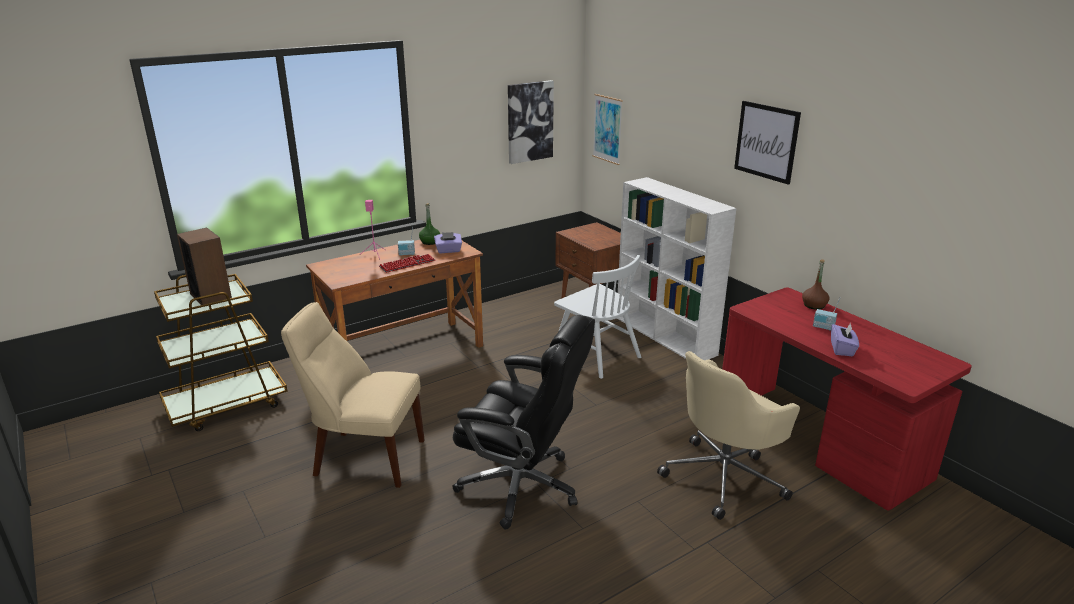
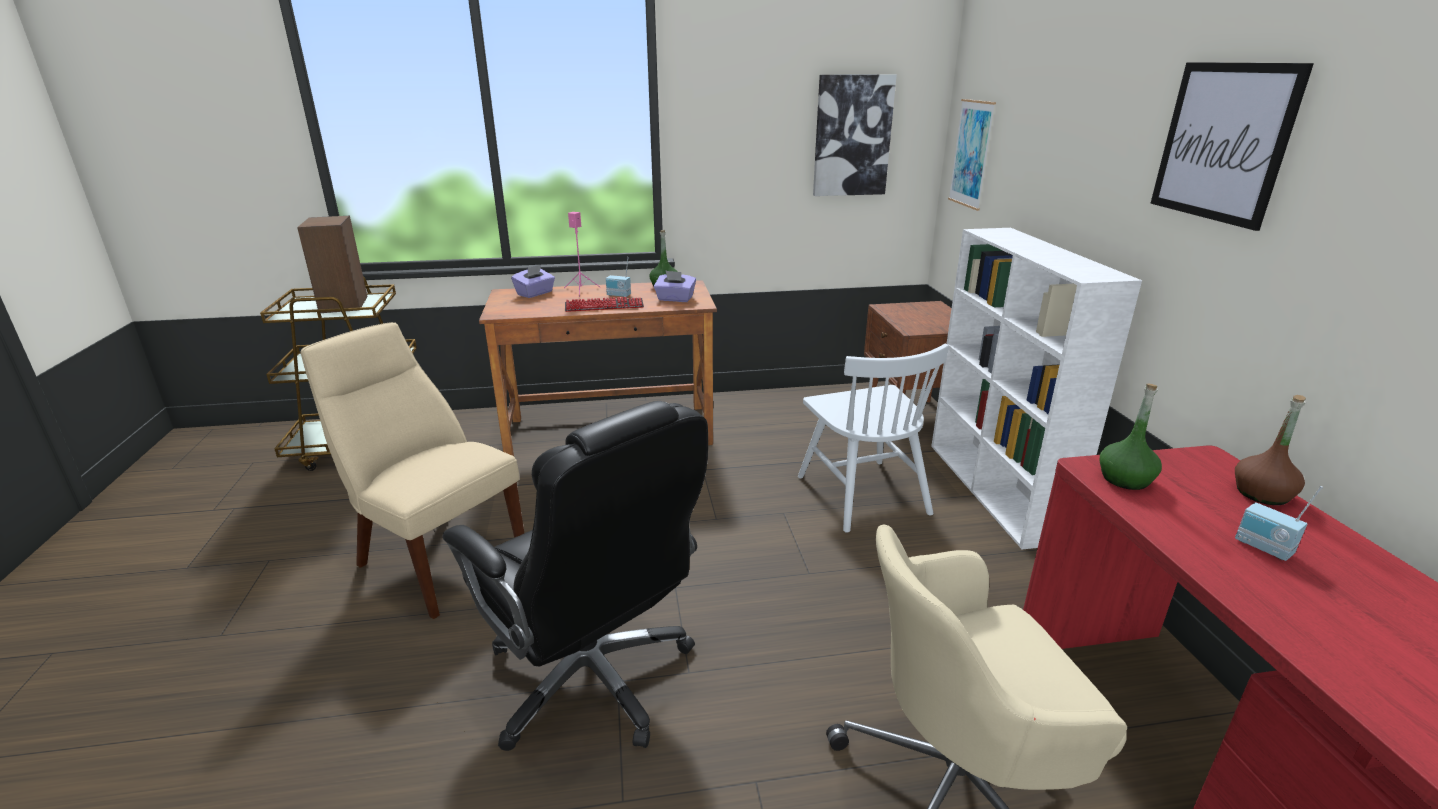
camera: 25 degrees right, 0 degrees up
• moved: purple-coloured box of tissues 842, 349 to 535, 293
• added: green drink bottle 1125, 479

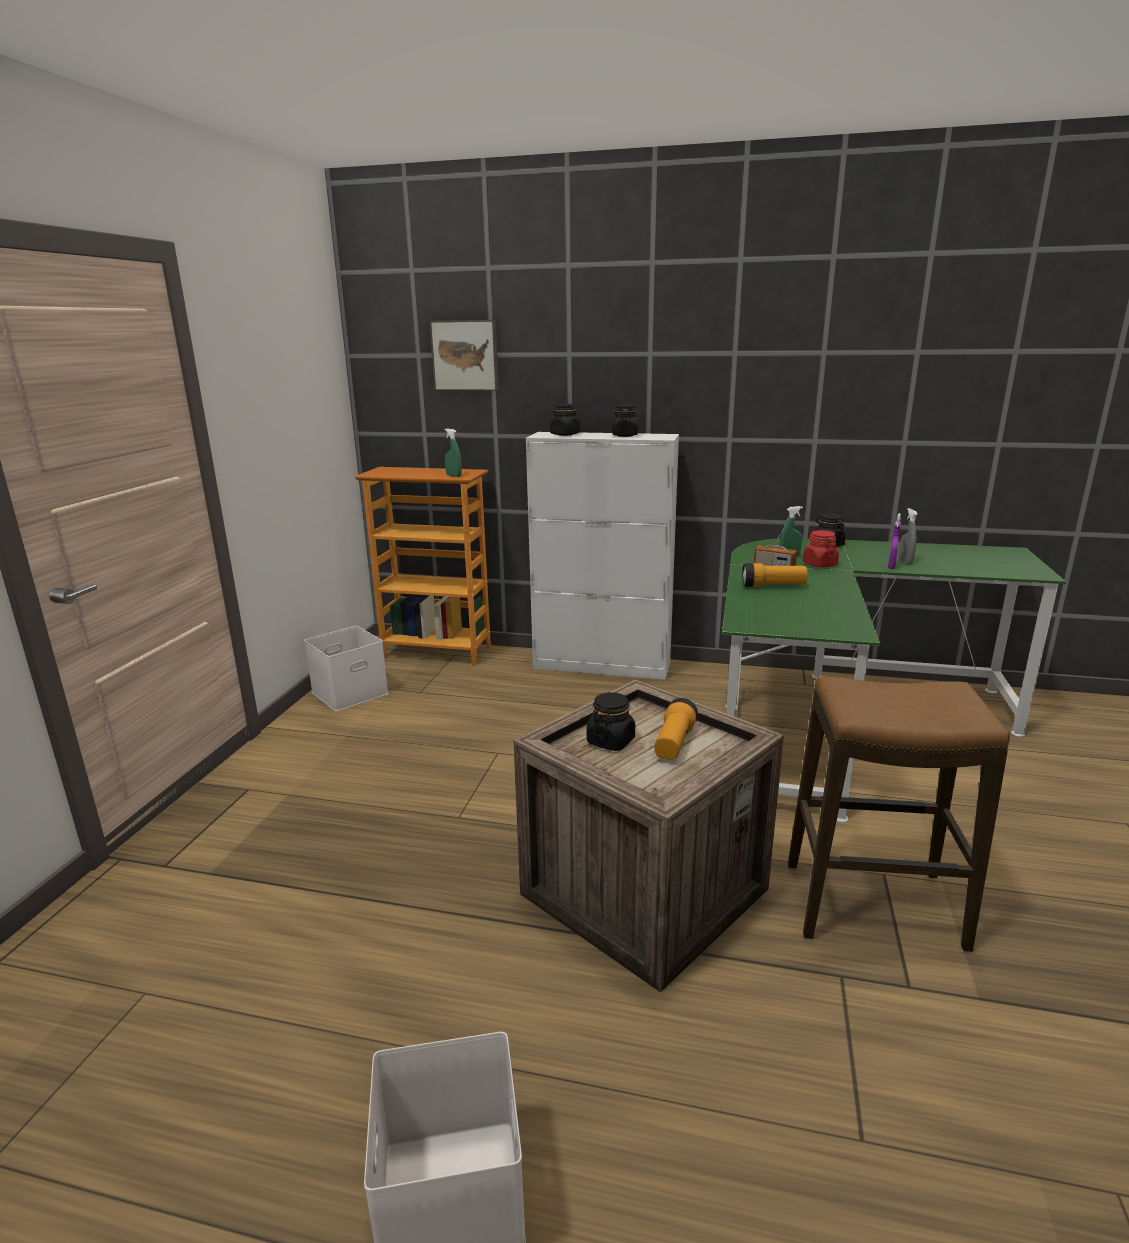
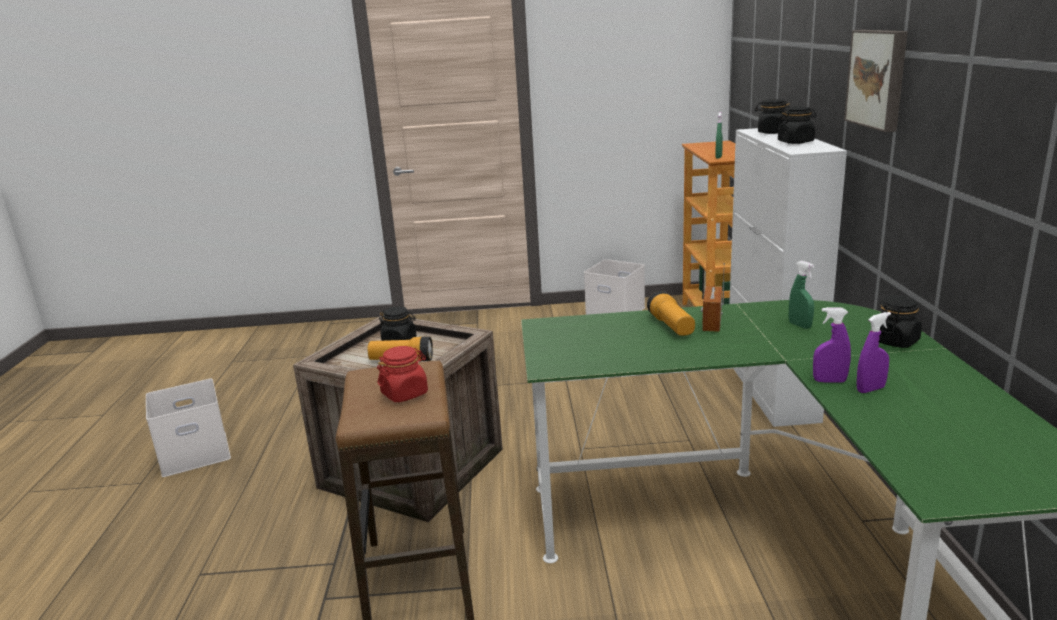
camera: 75 degrees right, 0 degrees up
• moved: picture 466, 355 to 879, 78
• moved: red-coloured storage jar 819, 564 to 405, 393
• recoloured: greyish hand sprayer 905, 562 to purple-coloured hand sprayer 870, 389

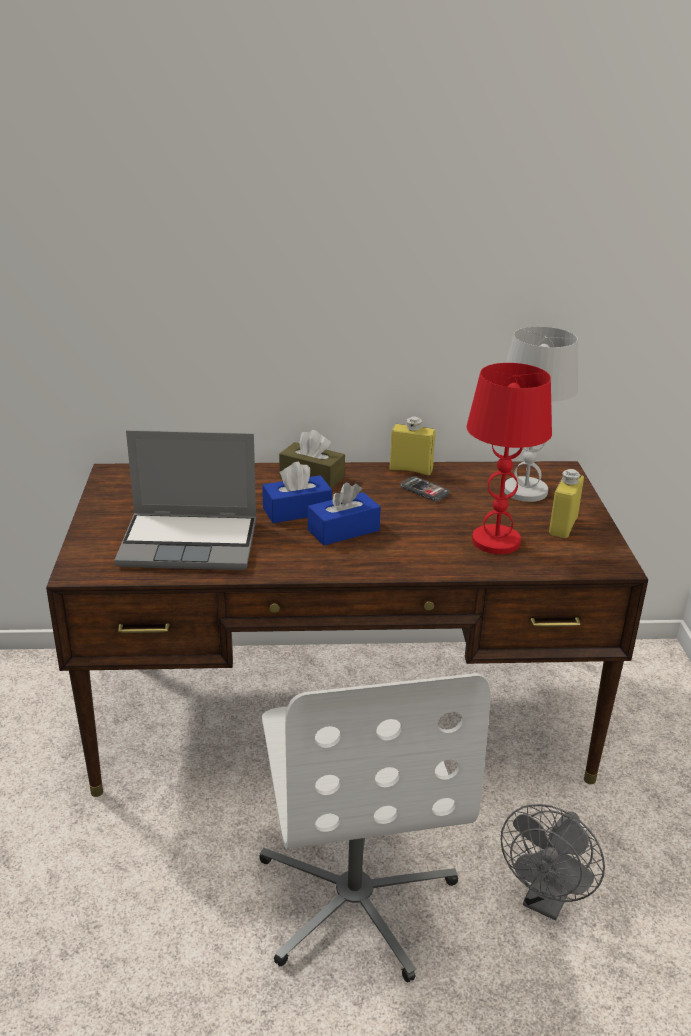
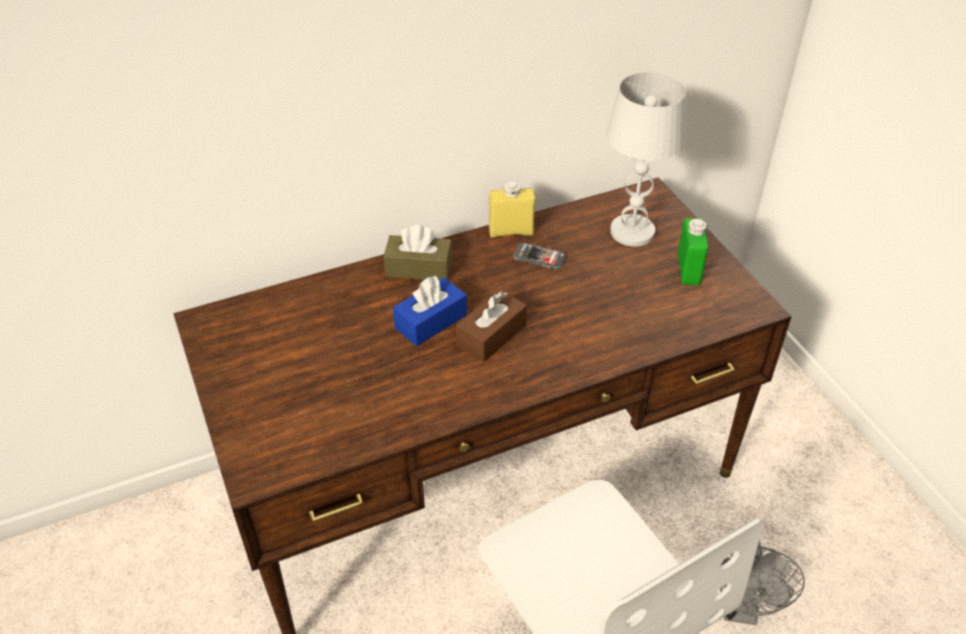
camera: 20 degrees left, 15 degrees up
• removed: notebook computer 191, 543
• recoloured: blue-coloured box of tissues 343, 530 to brown-coloured box of tissues 491, 335
• removed: red-coloured tabletop lamp 495, 541
• recoloured: yellowish drink bottle 563, 526 to green drink bottle 688, 269

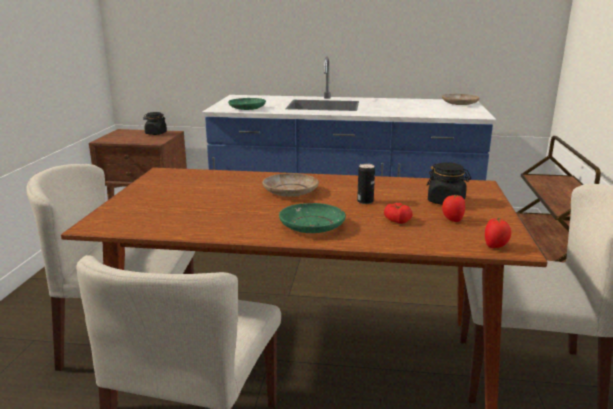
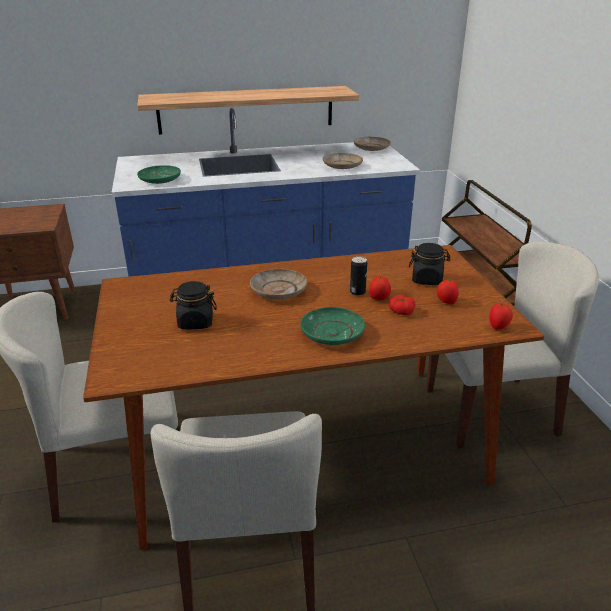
camera: 20 degrees left, 10 degrees up
• moved: black-coloured storage jar 156, 133 to 195, 322
• added: shelf 246, 110
• added: sand-coloured plate 342, 166
• added: tomato 379, 299

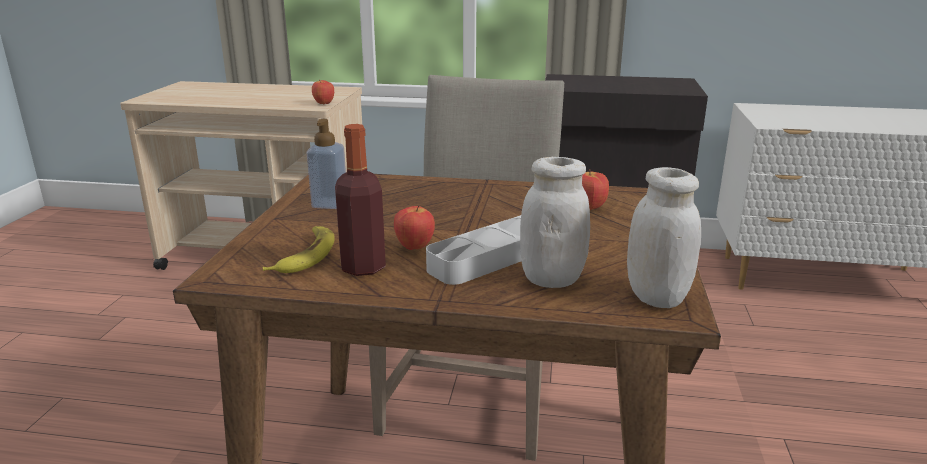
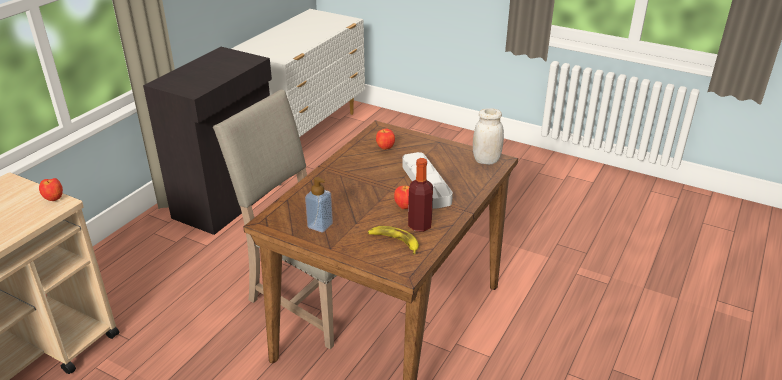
camera: 70 degrees left, 10 degrees up
• removed: white-coloured storage jar 552, 279

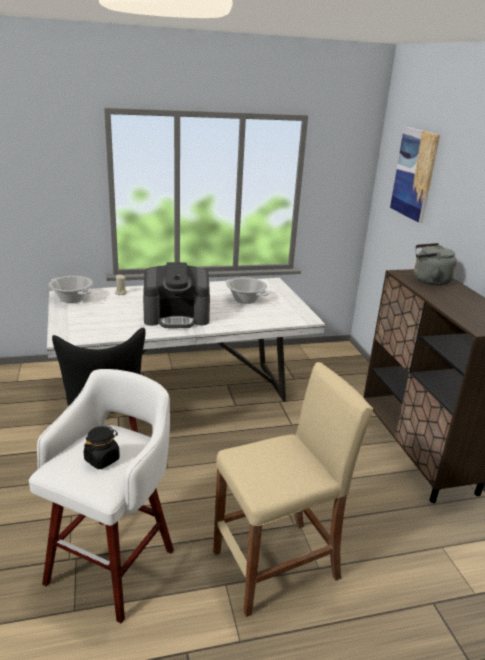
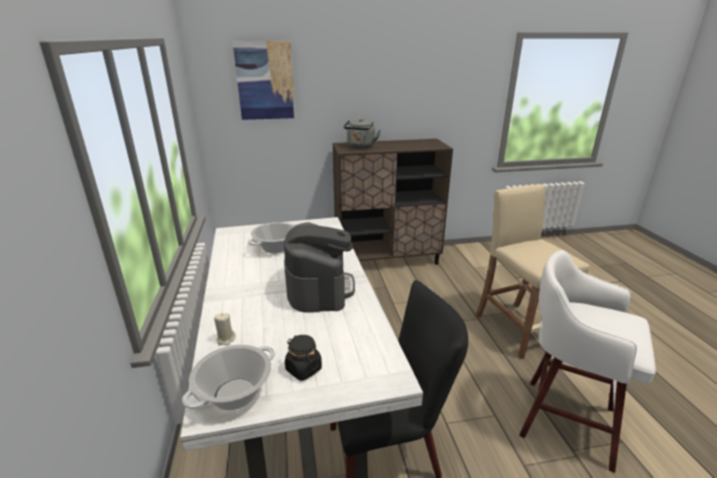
camera: 85 degrees left, 0 degrees up
• moved: black-coloured storage jar 102, 459 to 303, 369

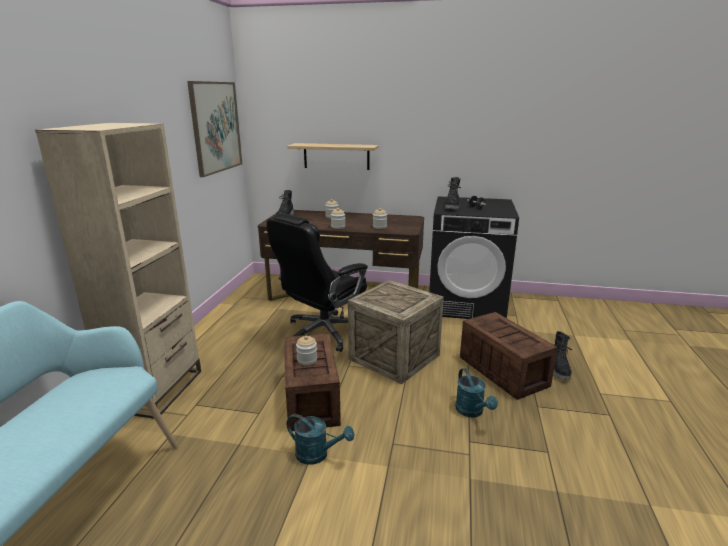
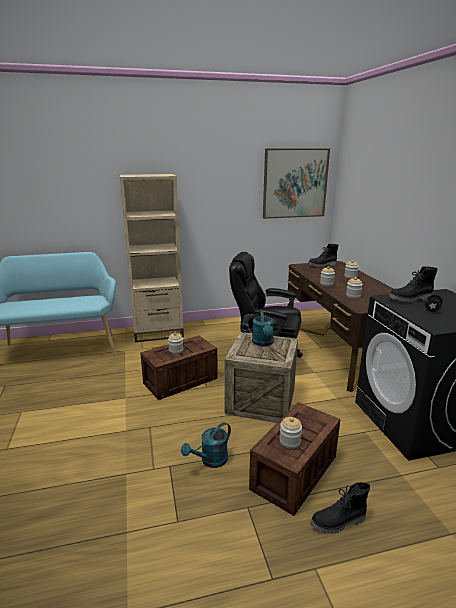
camera: 65 degrees right, 0 degrees up
• moved: turquoise sprinkling can 317, 454 to 263, 343
• removed: shelf 336, 156
• added: storage jar 290, 441

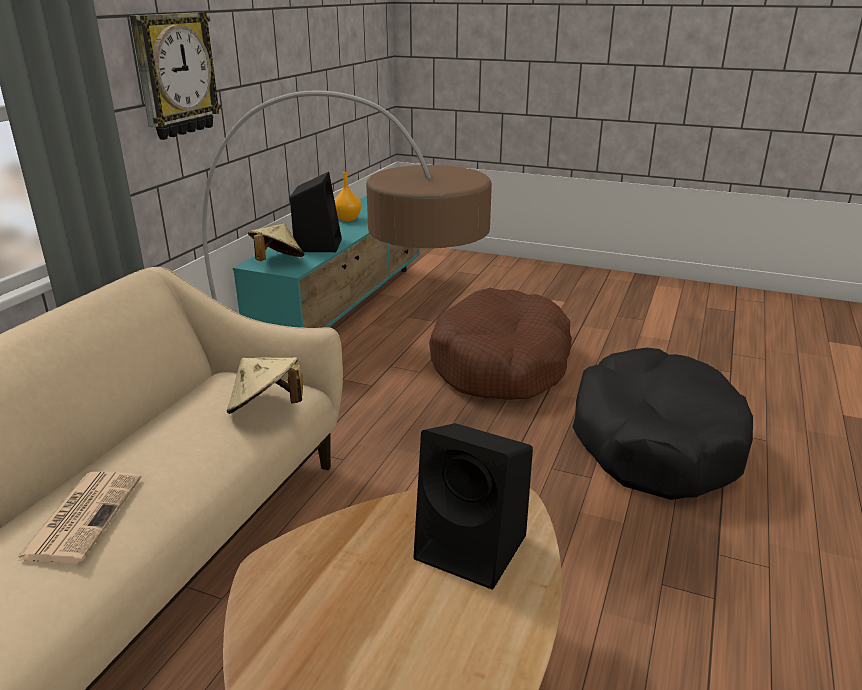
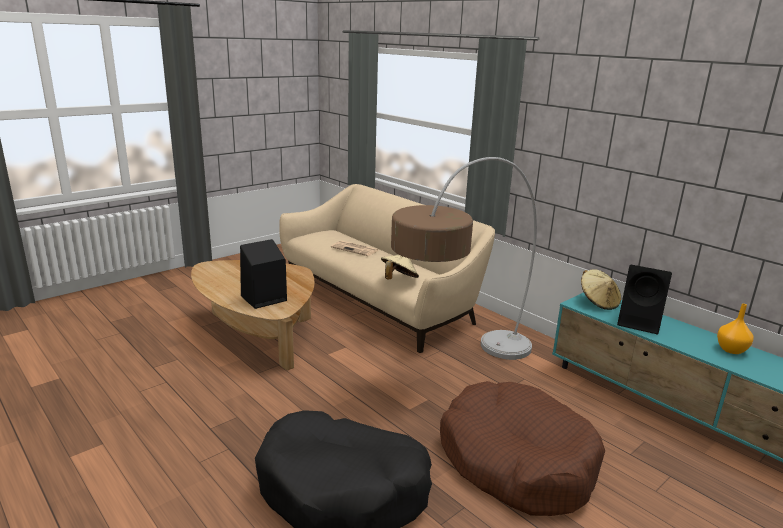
camera: 115 degrees right, 5 degrees down
• removed: wall clock 175, 75

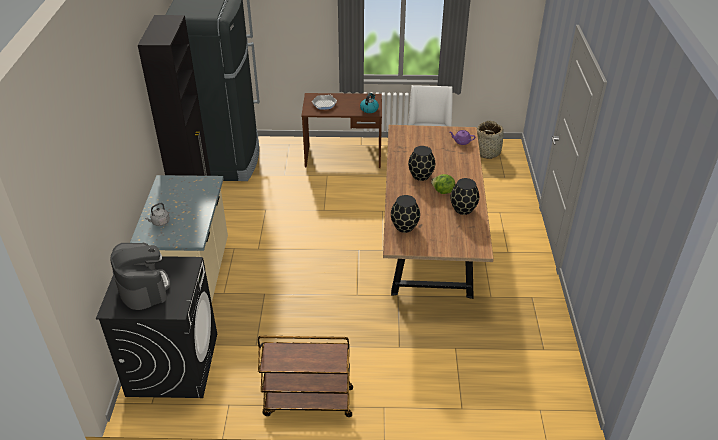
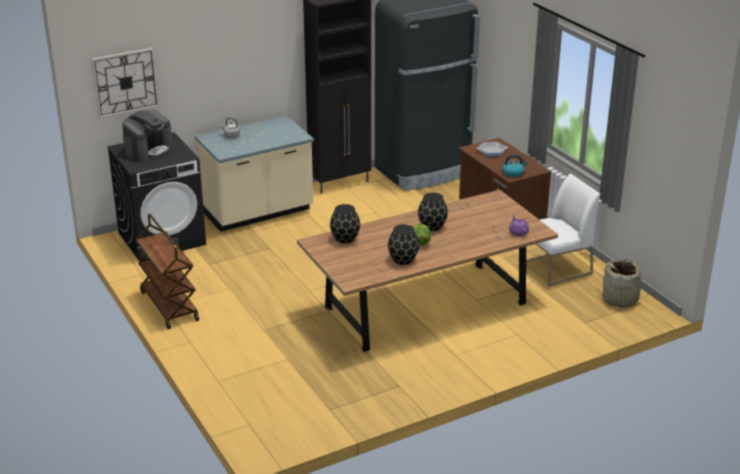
camera: 60 degrees right, 10 degrees down
• added: wall clock 125, 82

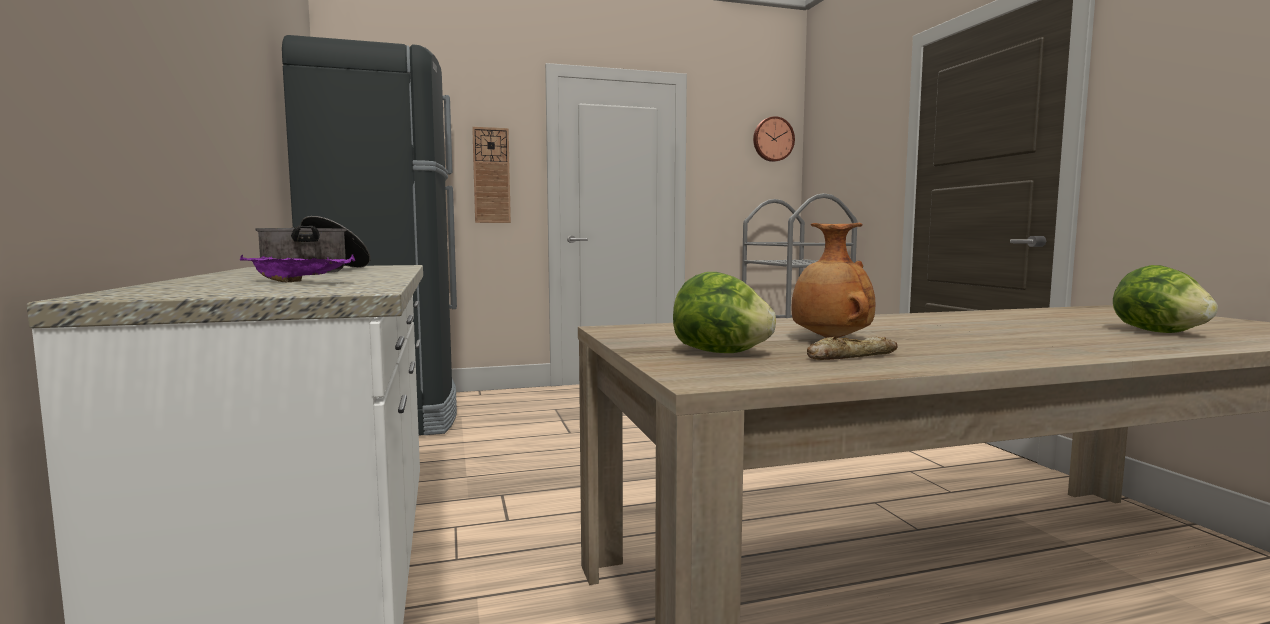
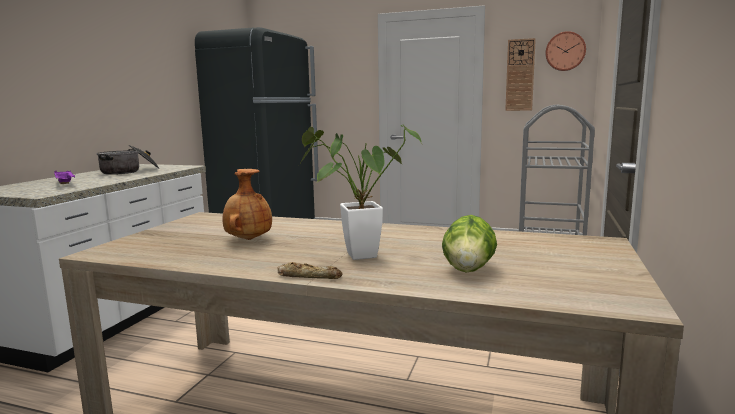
camera: 35 degrees right, 5 degrees up
• moved: wall clock 491, 175 to 520, 75
• removed: lettuce head 720, 353
• moved: bread 850, 356 to 309, 276
• added: potted plant 354, 256

